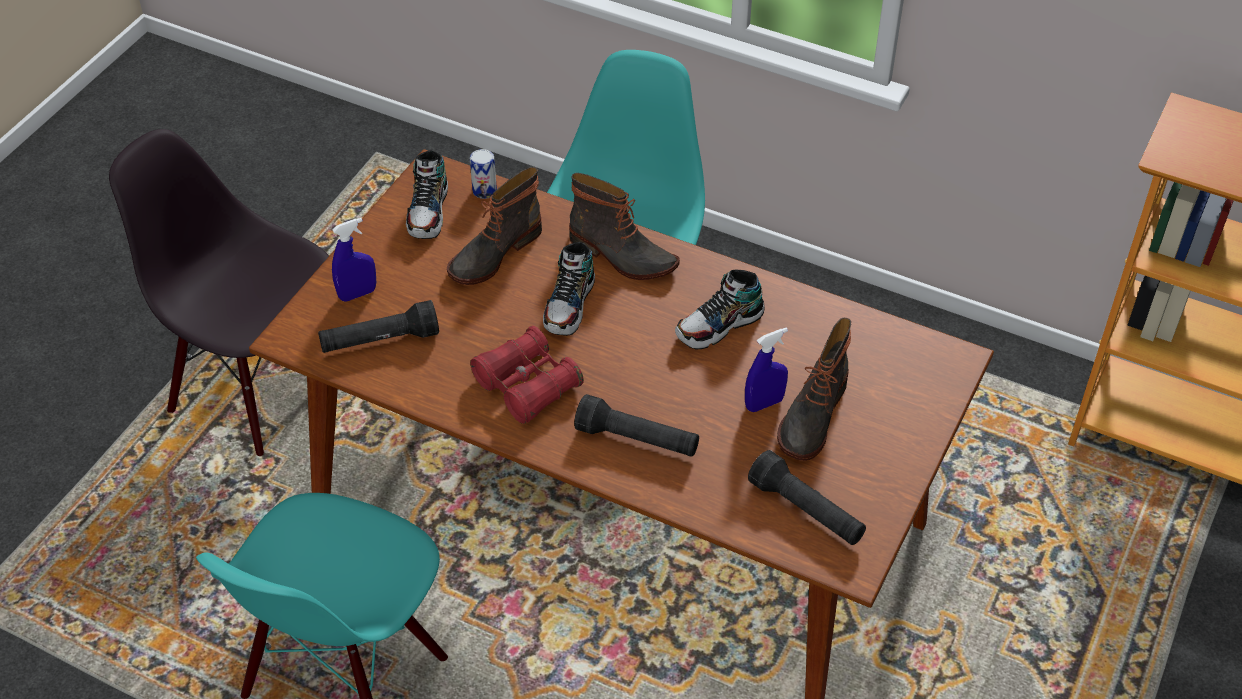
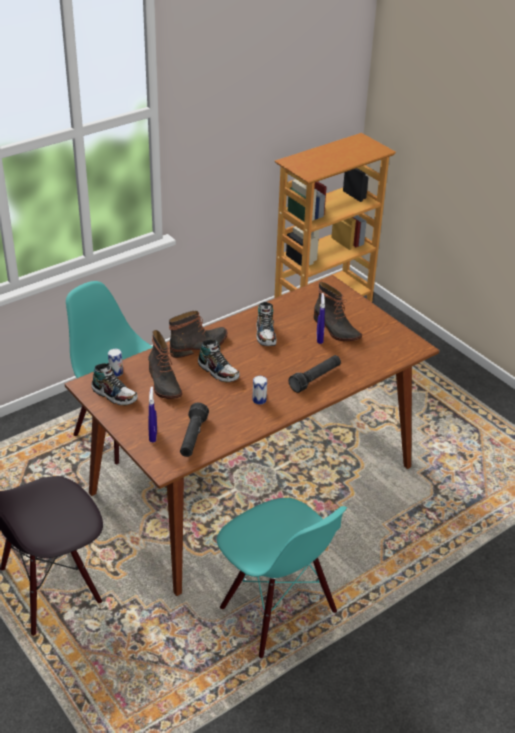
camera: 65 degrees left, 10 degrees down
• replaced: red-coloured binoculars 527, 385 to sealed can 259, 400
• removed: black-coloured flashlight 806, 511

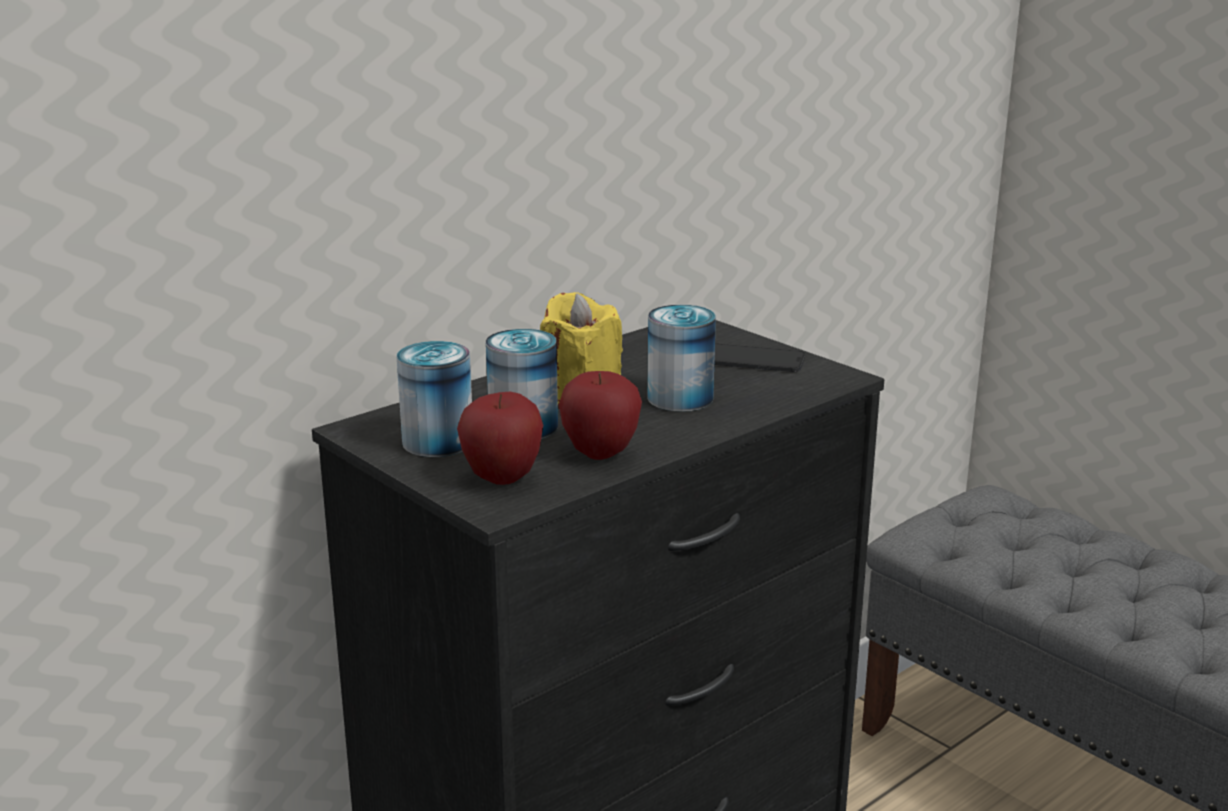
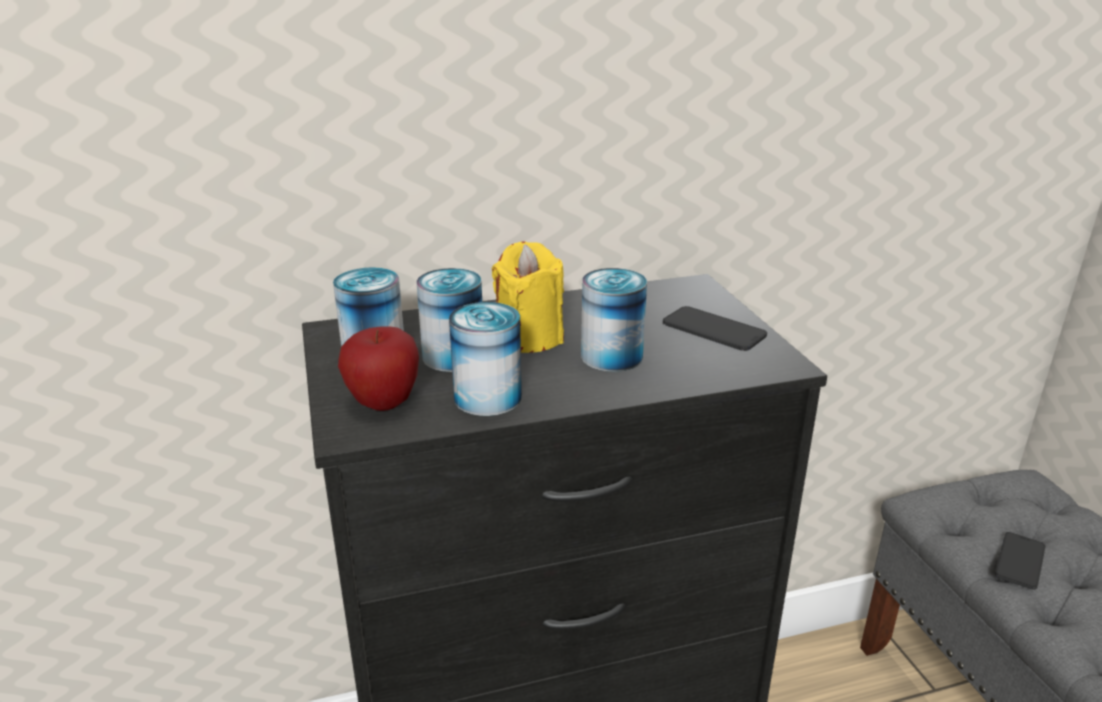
camera: 25 degrees right, 5 degrees up
• replaced: whole apple 600, 453 to sealed can 487, 398
• added: handset 1020, 561

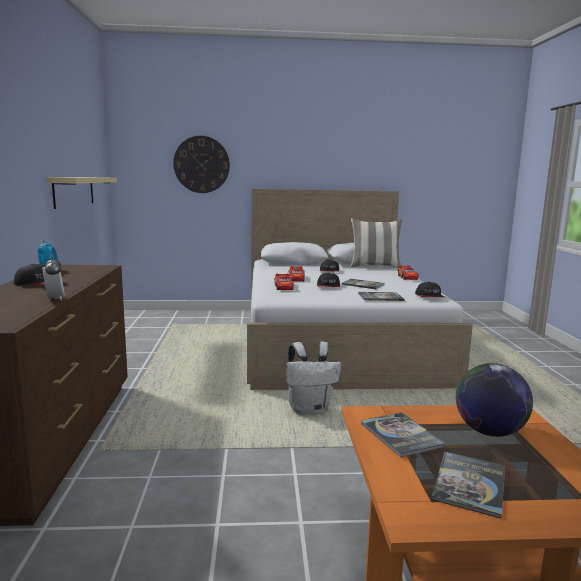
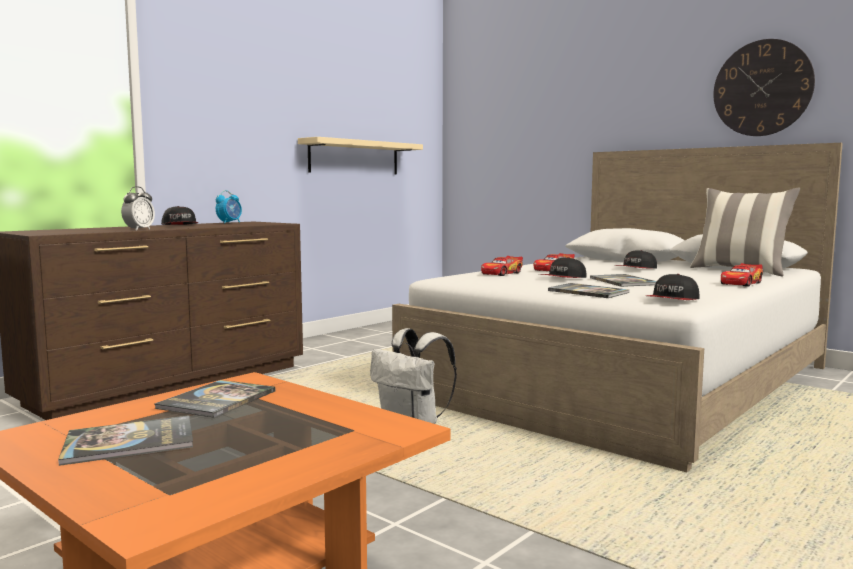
camera: 45 degrees right, 5 degrees down
• moved: wall clock 201, 164 to 762, 88
• removed: world globe 489, 432

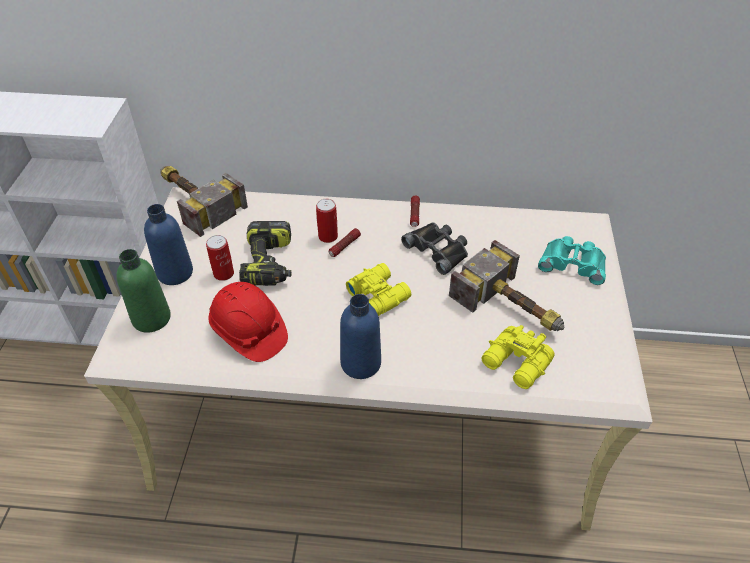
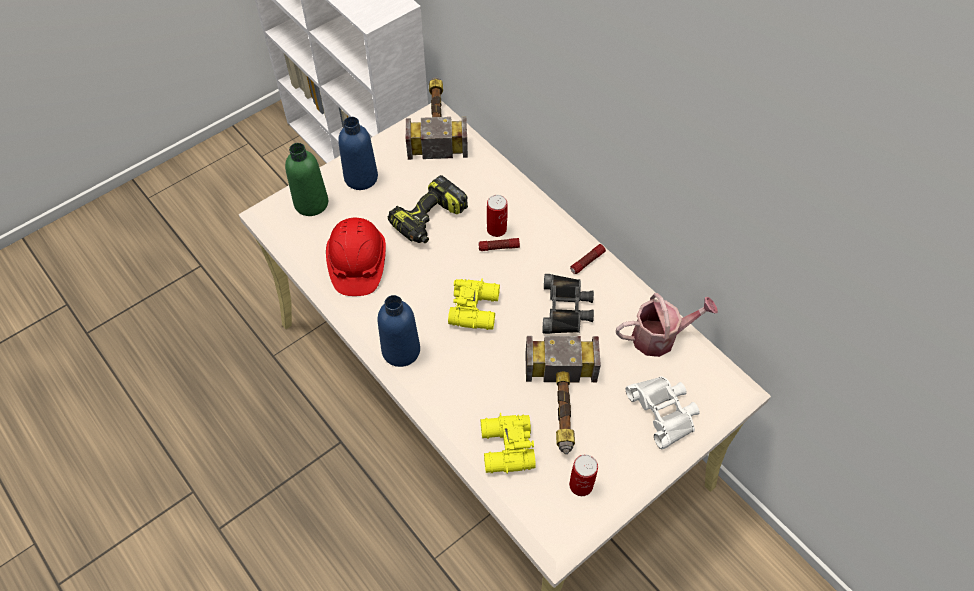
camera: 45 degrees right, 10 degrees up
• moved: sealed can 223, 273 to 581, 485
• recoloured: turquoise binoculars 573, 263 to white-coloured binoculars 664, 411
• added: sprinkling can 660, 336

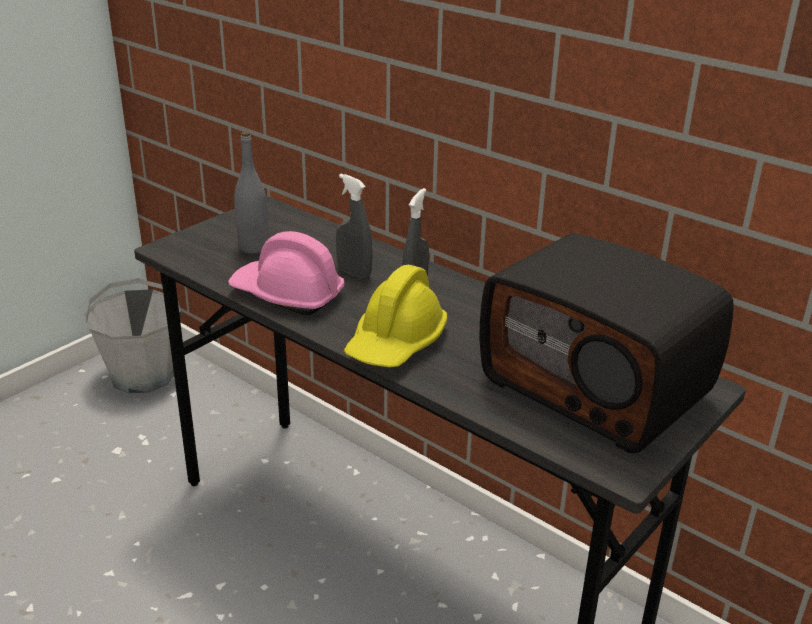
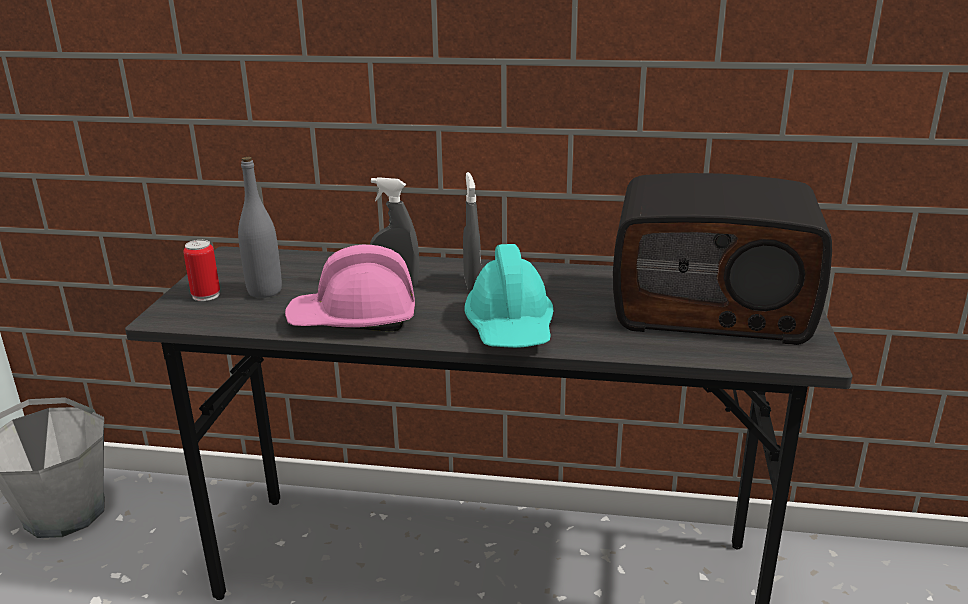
camera: 30 degrees left, 5 degrees down
• recoloured: yellowish work helmet 396, 343 to turquoise work helmet 510, 327
• added: sealed can 206, 295

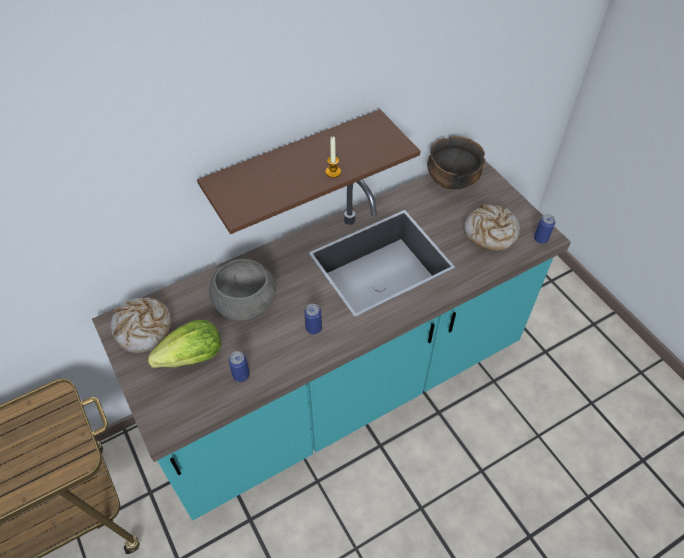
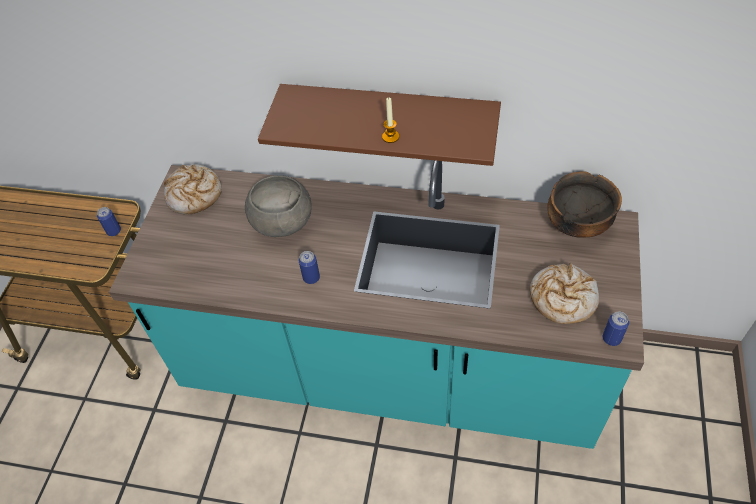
camera: 45 degrees right, 0 degrees up
• removed: lettuce head 193, 357
• moved: sealed can 241, 375 to 114, 231

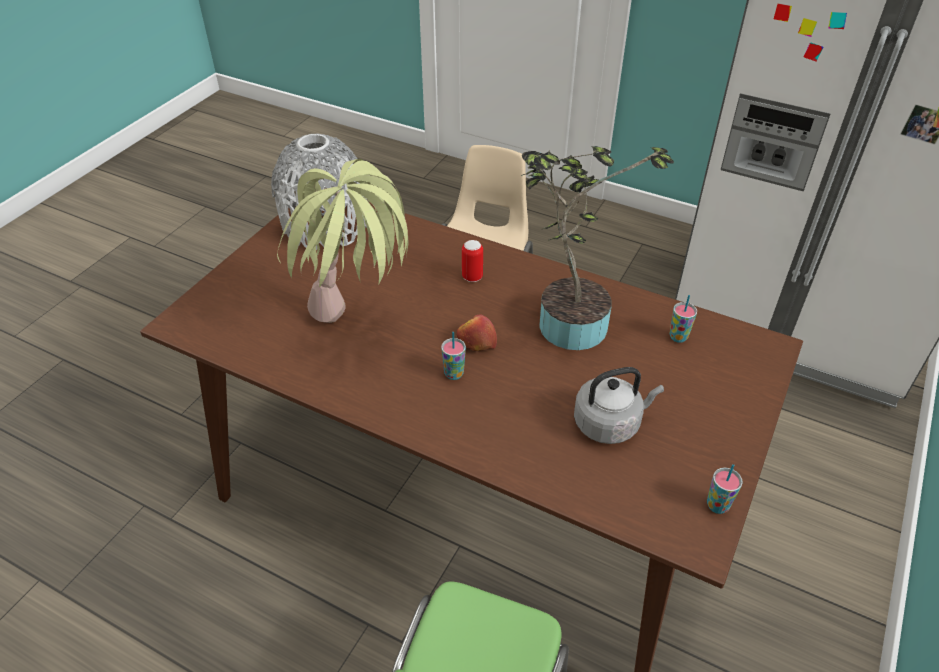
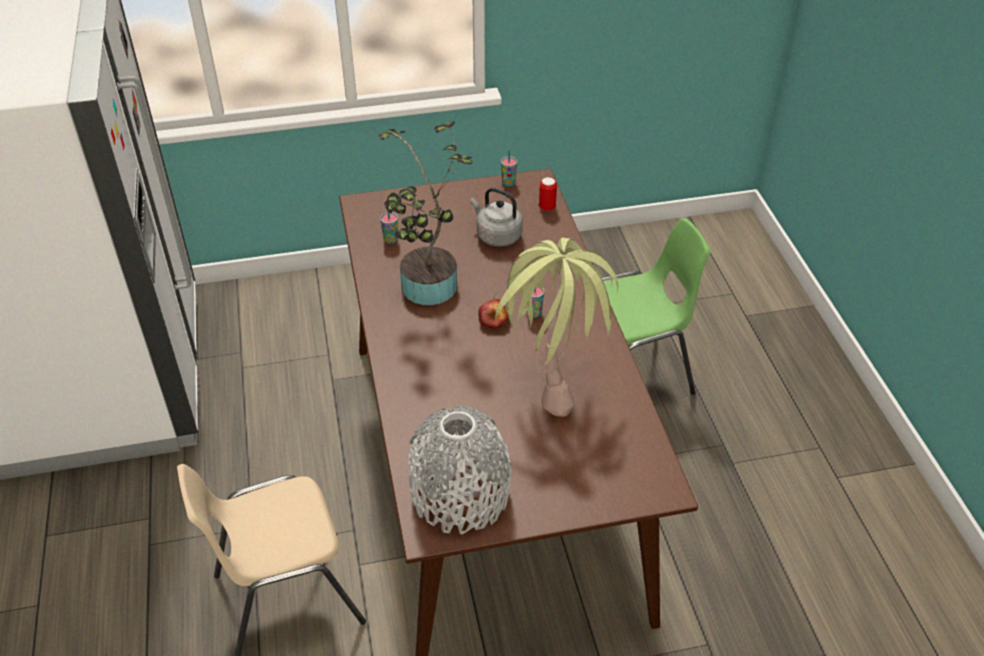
camera: 130 degrees left, 0 degrees up
• moved: sealed can 472, 277 to 547, 207

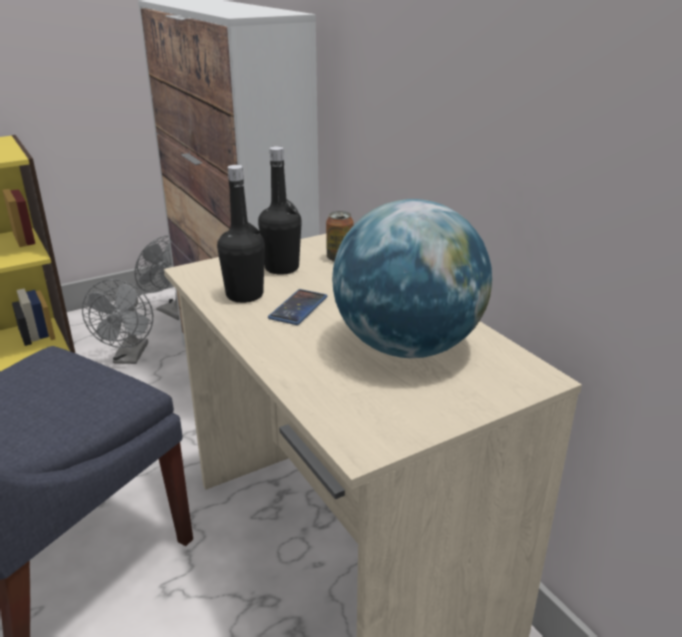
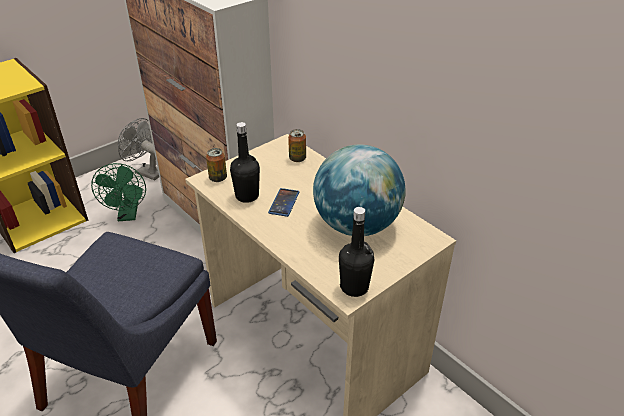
camera: 10 degrees left, 10 degrees up
• recoloured: greyish electric fan 129, 357 to green electric fan 128, 215
• moved: black-coloured drink bottle 282, 268 to 354, 287
• added: sealed can 218, 178

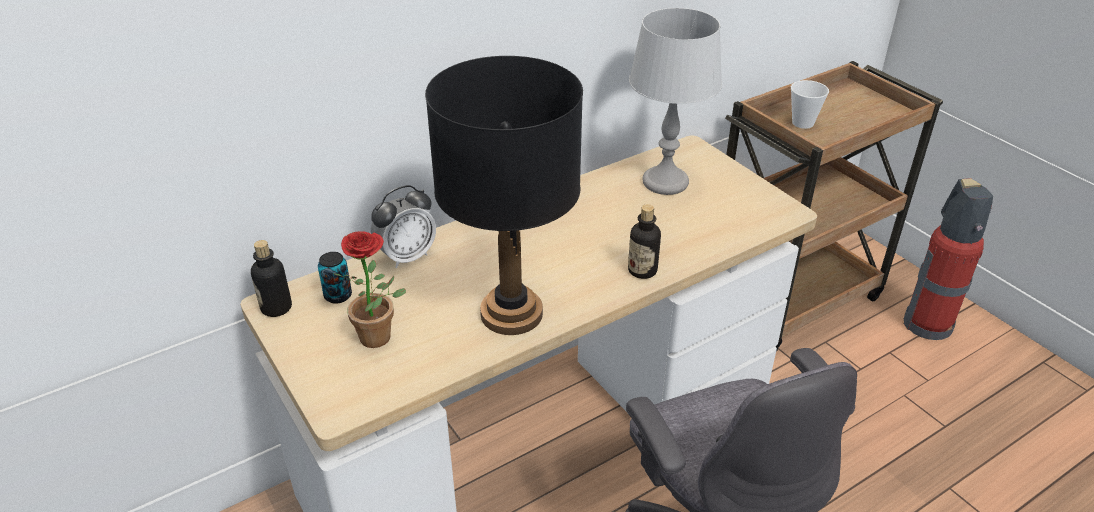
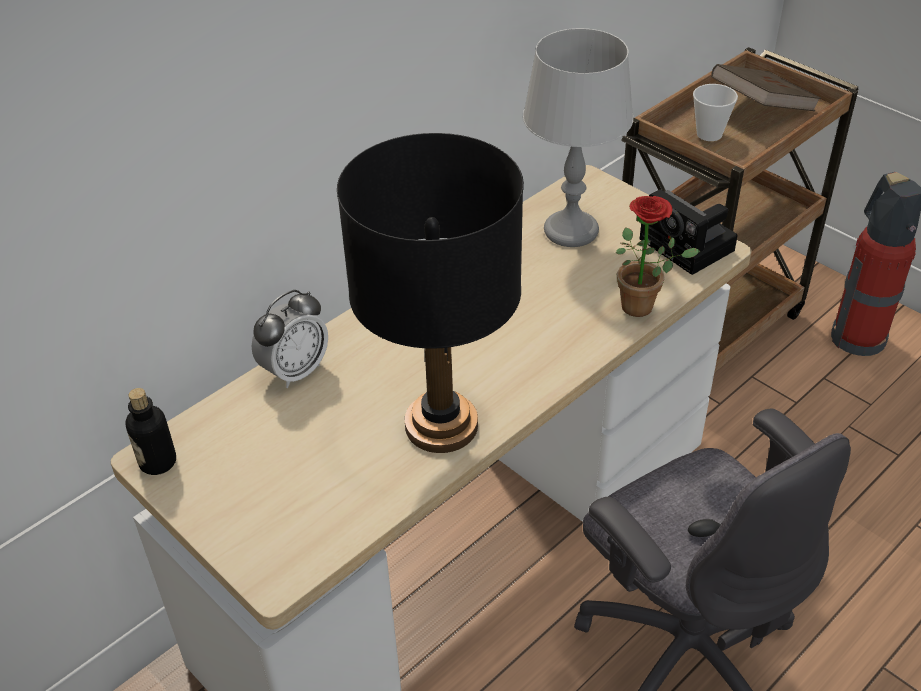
camera: 10 degrees left, 5 degrees up
• removed: sealed can 338, 296
• moved: potted plant 382, 339 to 644, 307
• removed: drink bottle 642, 270
• added: photo camera 690, 246
• added: brown-coloured bound book 761, 109

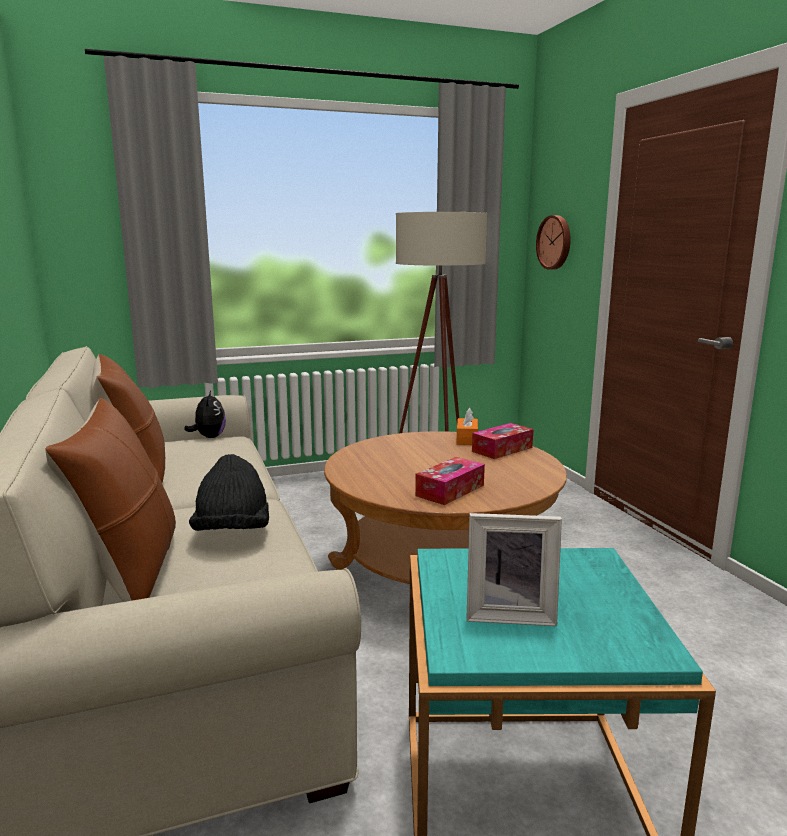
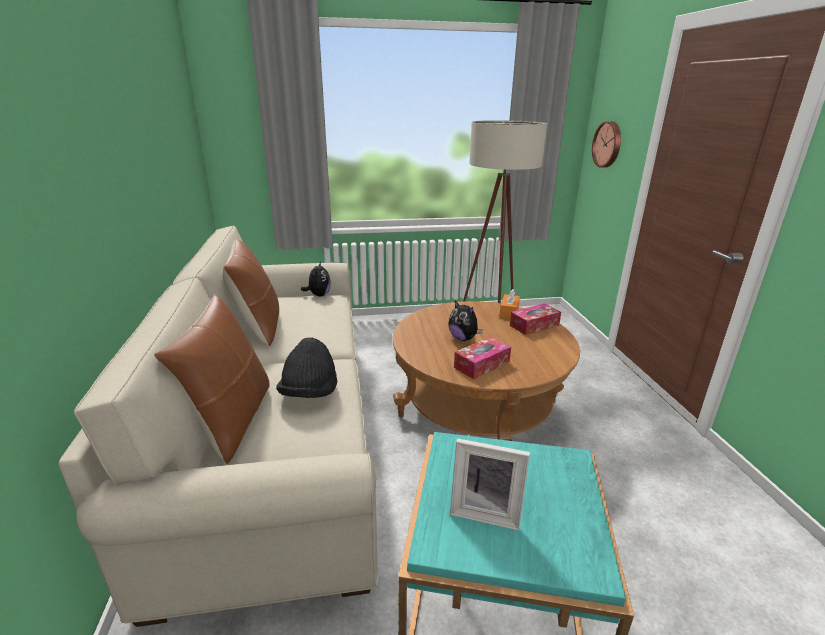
camera: 10 degrees right, 10 degrees up
• added: soft toy 463, 338

